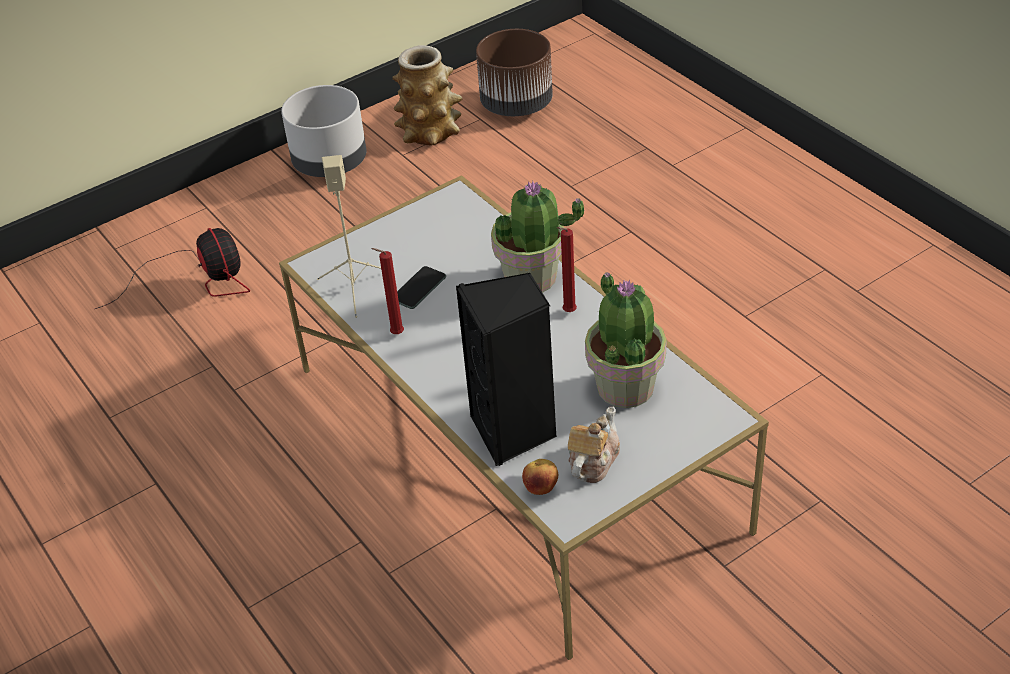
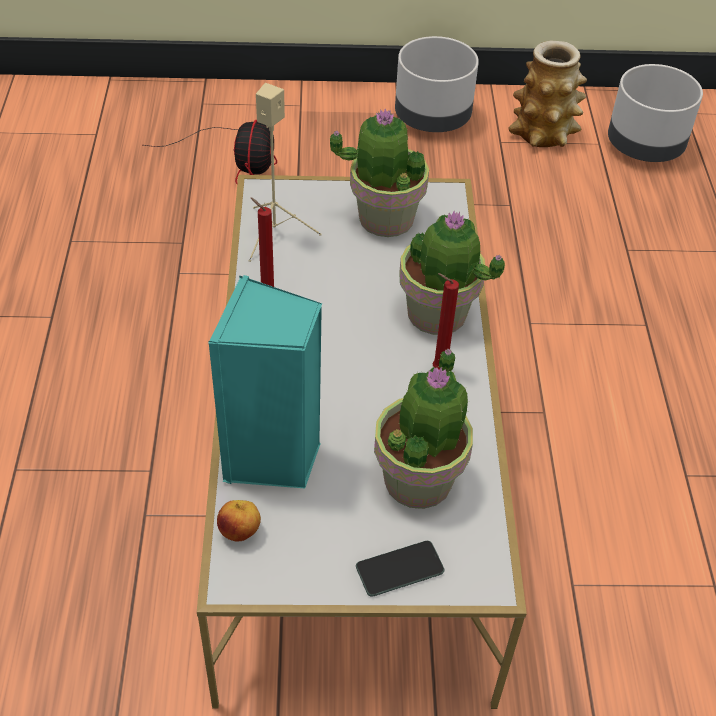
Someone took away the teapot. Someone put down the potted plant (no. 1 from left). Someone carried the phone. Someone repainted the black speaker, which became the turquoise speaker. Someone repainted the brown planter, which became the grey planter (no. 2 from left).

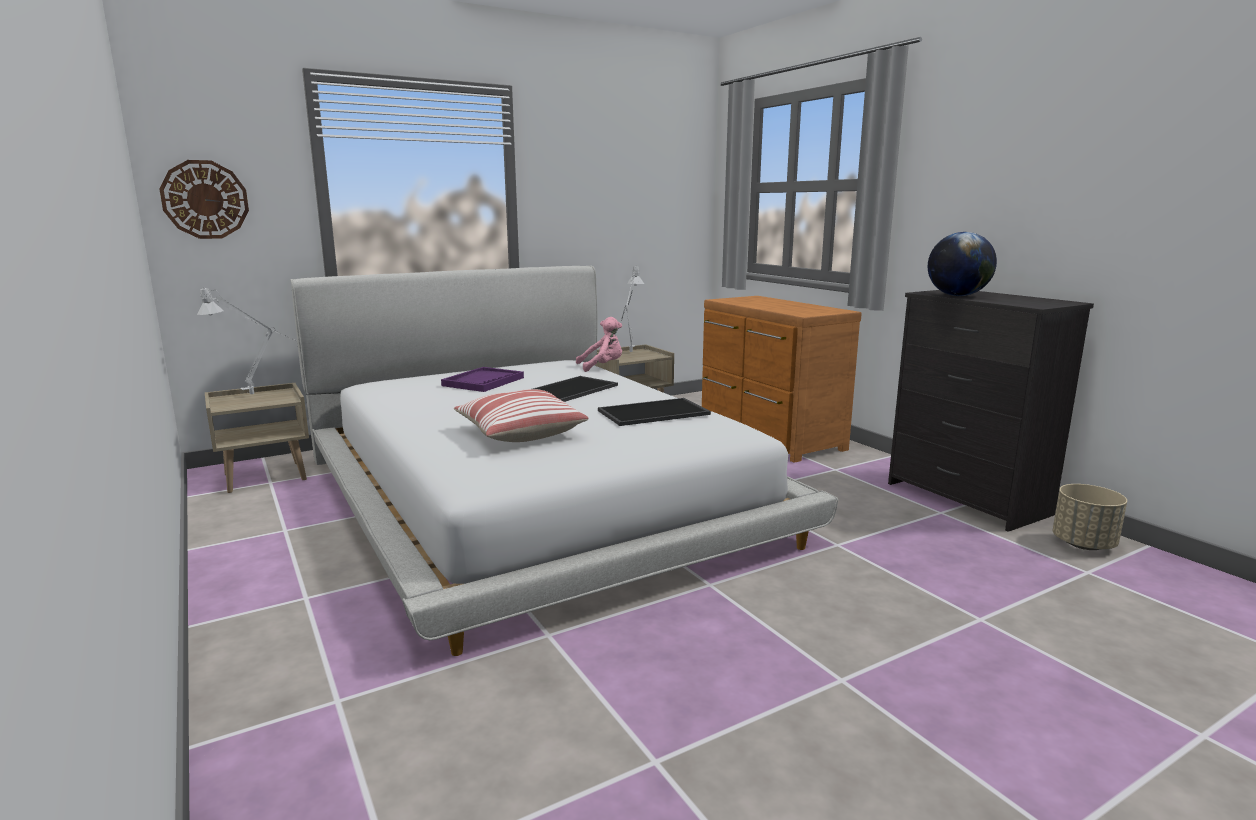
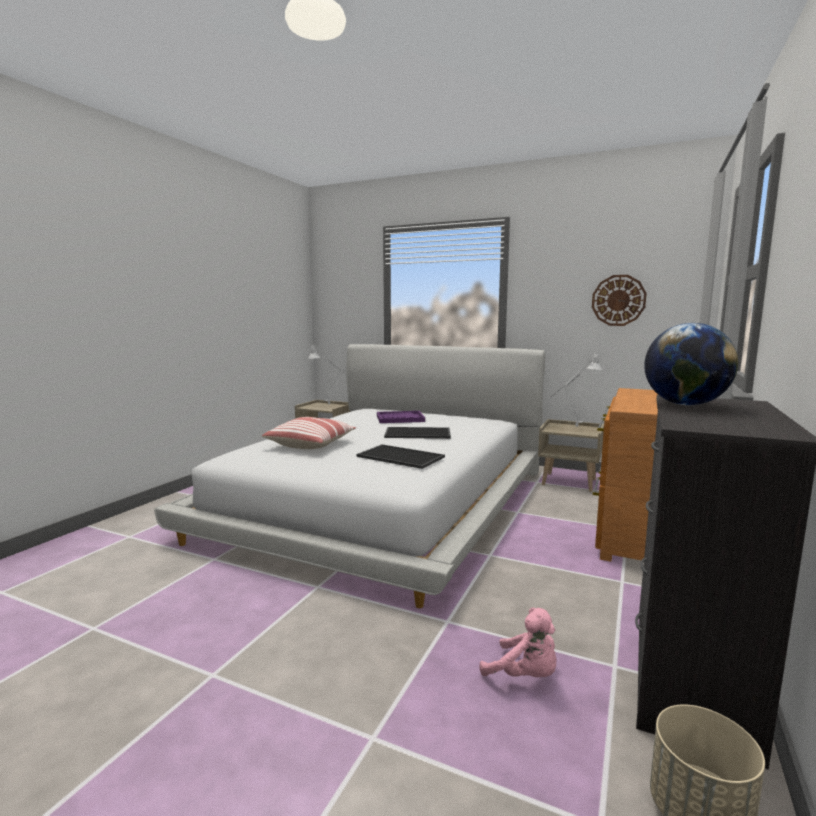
Someone carried the wall clock. Someone carried the pink plush toy.

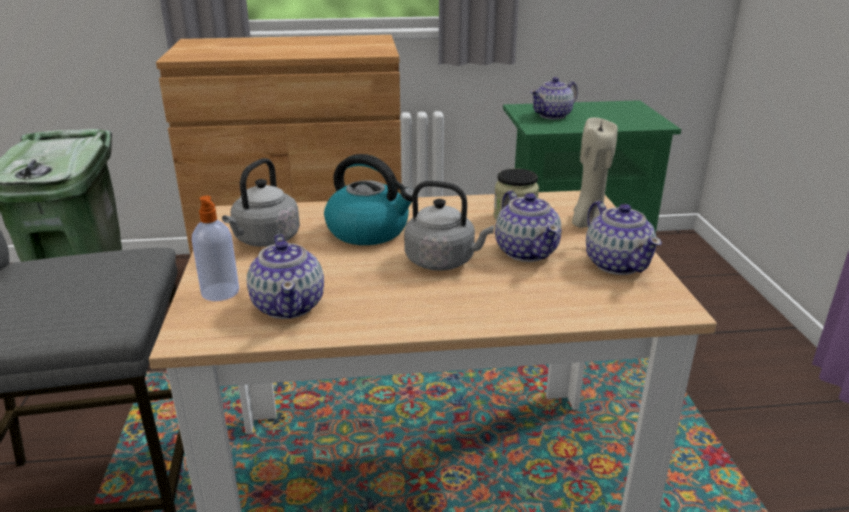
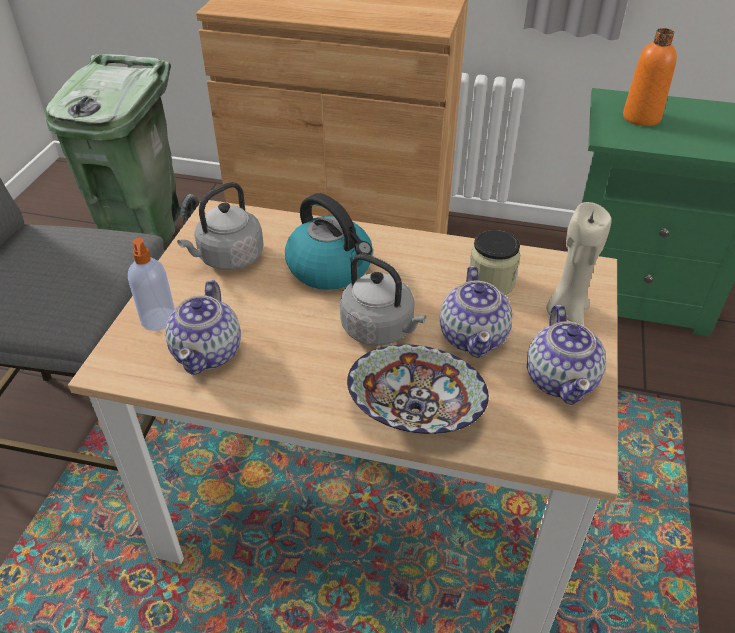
Someone put down the bowl. Someone swapped the teapot (no. 3 from left) for the orange bottle.

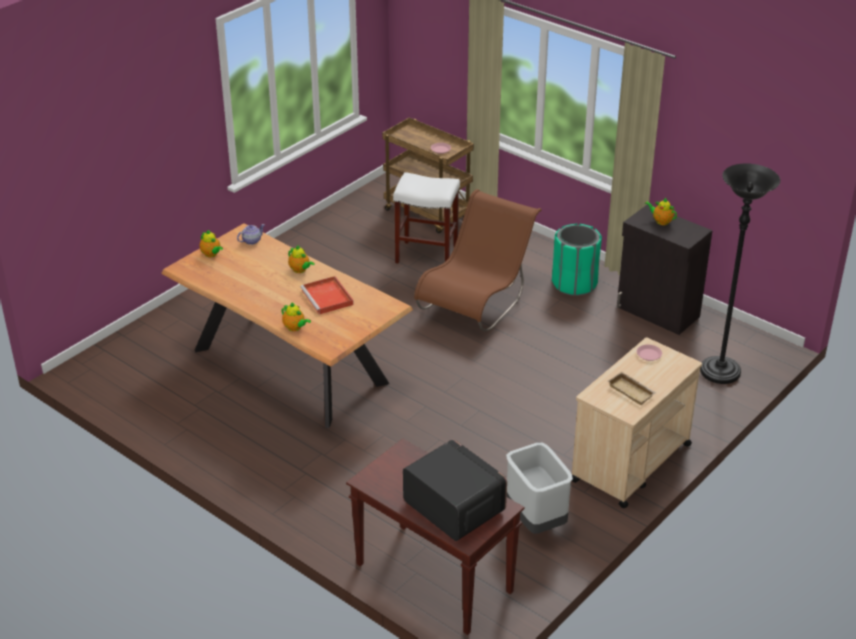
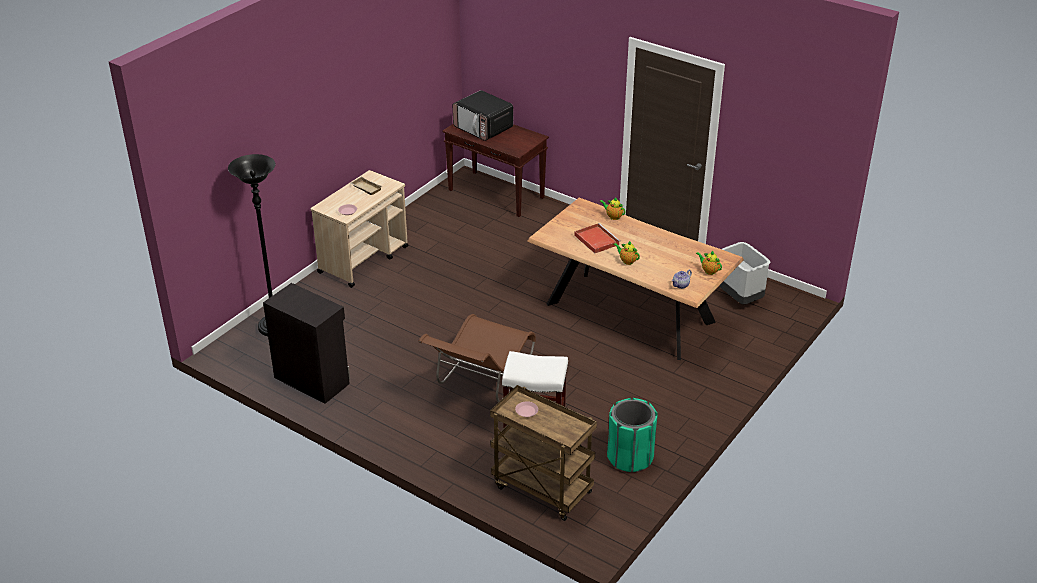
Someone took away the teapot (no. 5 from left). Someone carried the grey trash can. Someone carried the green trash can.

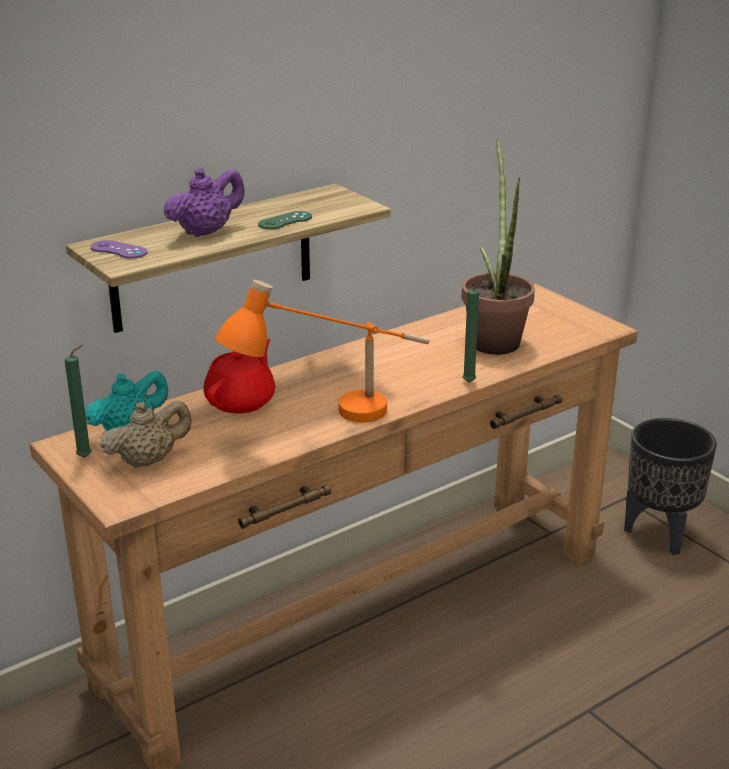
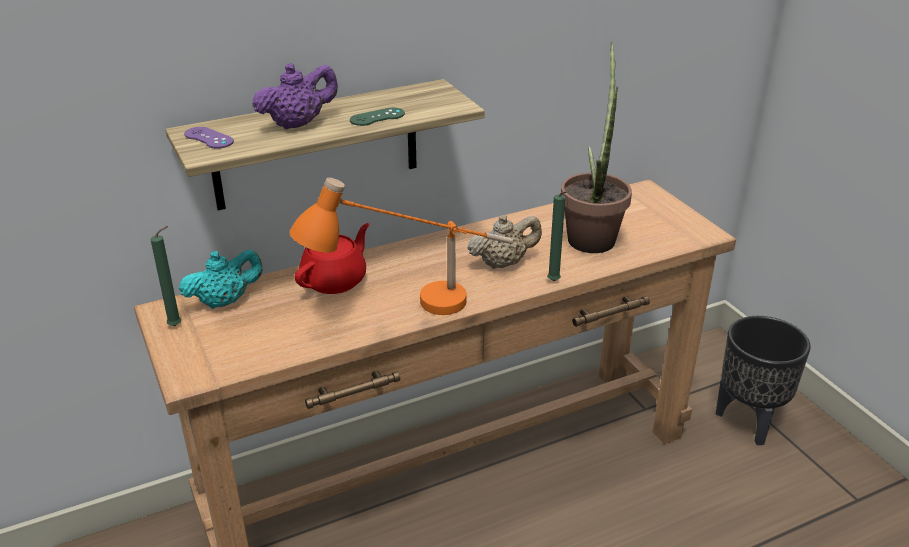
Someone carried the beige teapot.

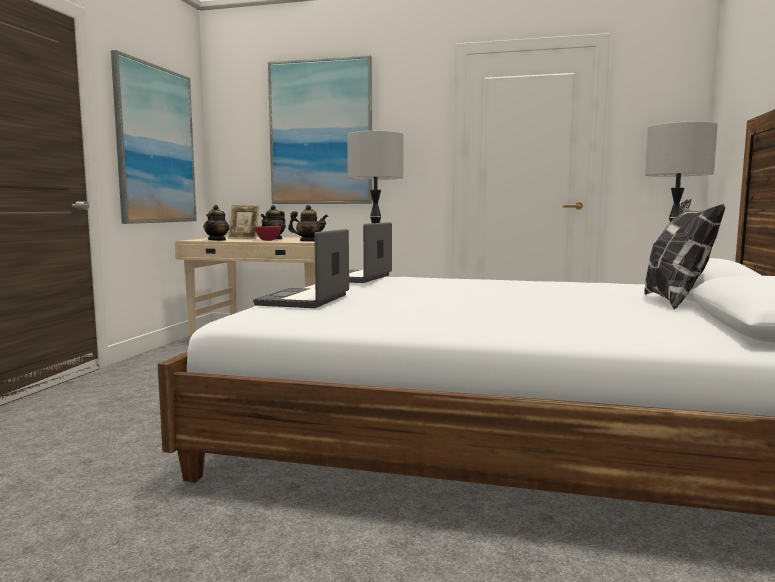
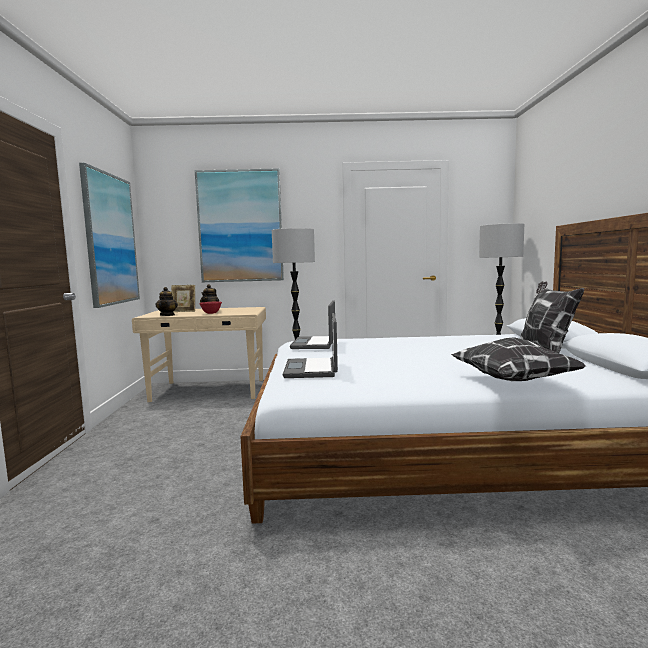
Someone took away the teapot (no. 3 from left). Someone put down the pillow (no. 1 from left).

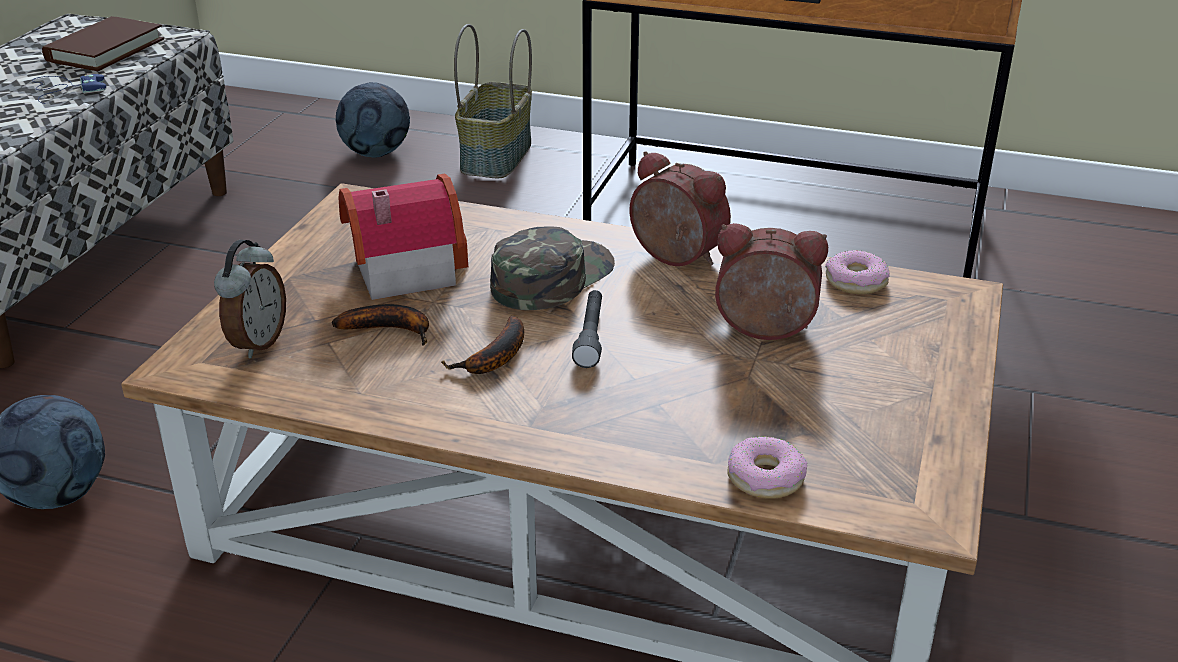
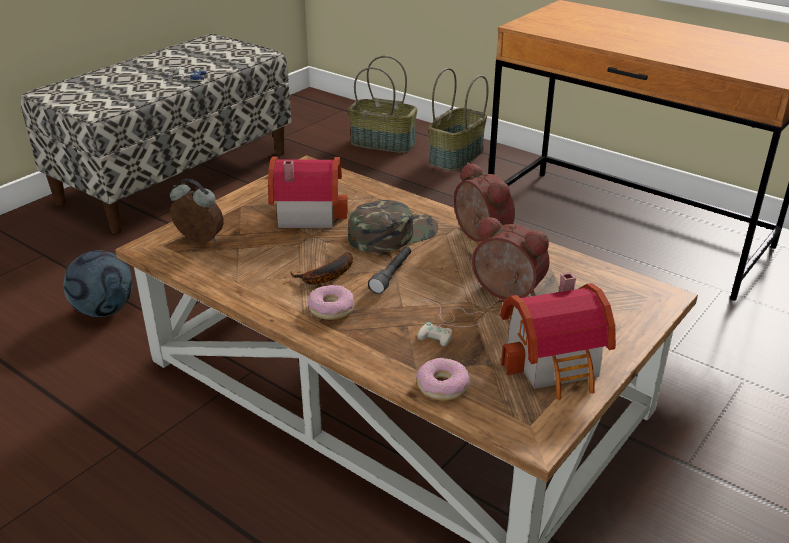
Someone took away the brown book. Someone took away the banana (no. 1 from left). Someone put down the white game controller. Someone put down the toy house (no. 2 from left). Someone carried the donut (no. 2 from left in the first image). Someone swapped the football (no. 2 from left) for the basket (no. 1 from left). Someone rotated the alarm clock (no. 1 from left) by 105 degrees counterclockwise.

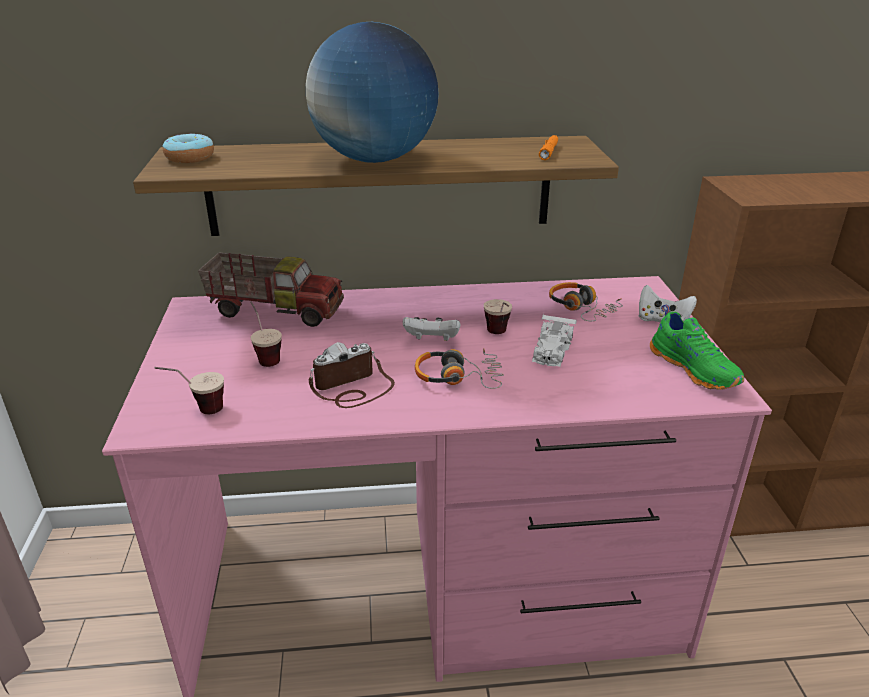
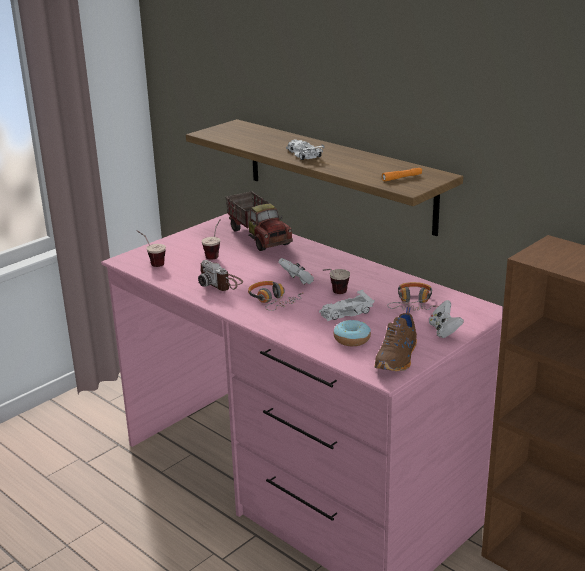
Someone carried the donut. Someone swapped the globe for the white toy car (no. 1 from left). Someone repainted the green shoe, which became the brown shoe. Someone rotated the photo camera by 150 degrees counterclockwise.

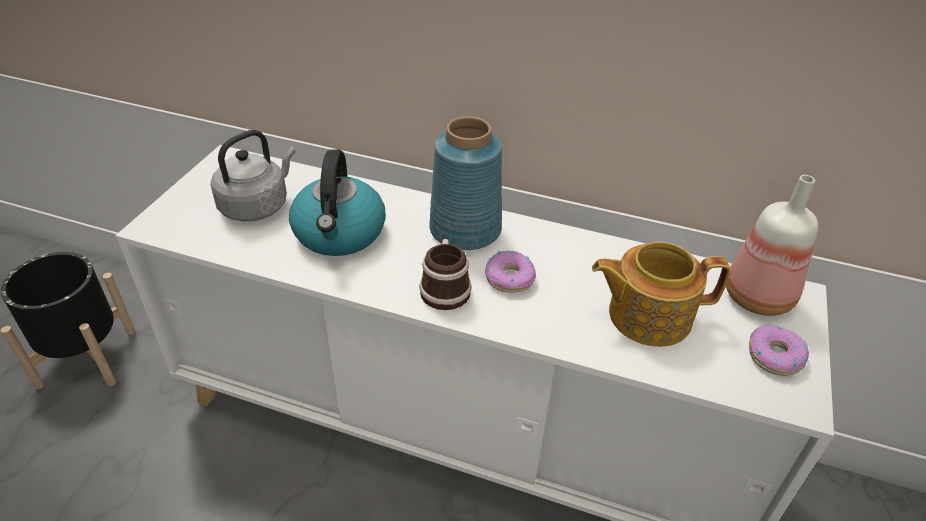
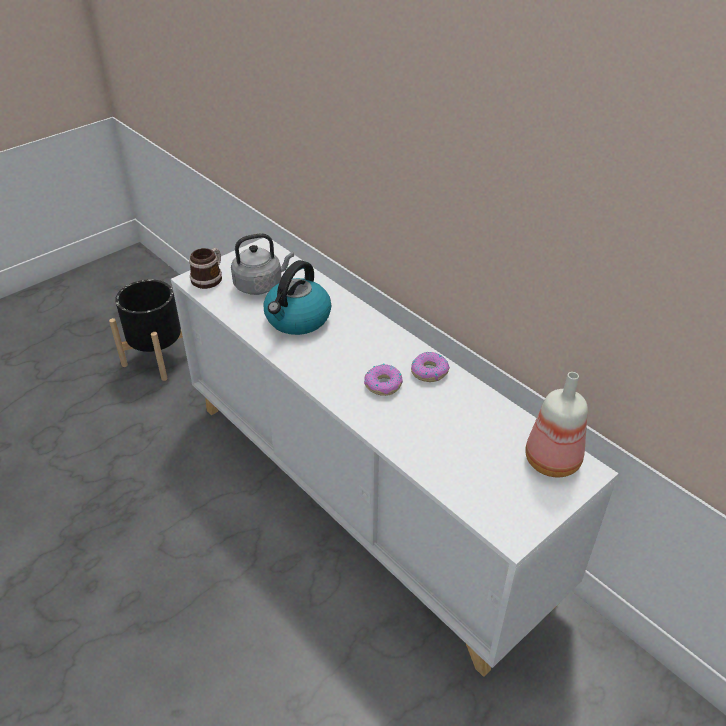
Someone took away the blue vase. Someone took away the teapot. Someone carried the mug. Someone carried the donut (no. 2 from left).

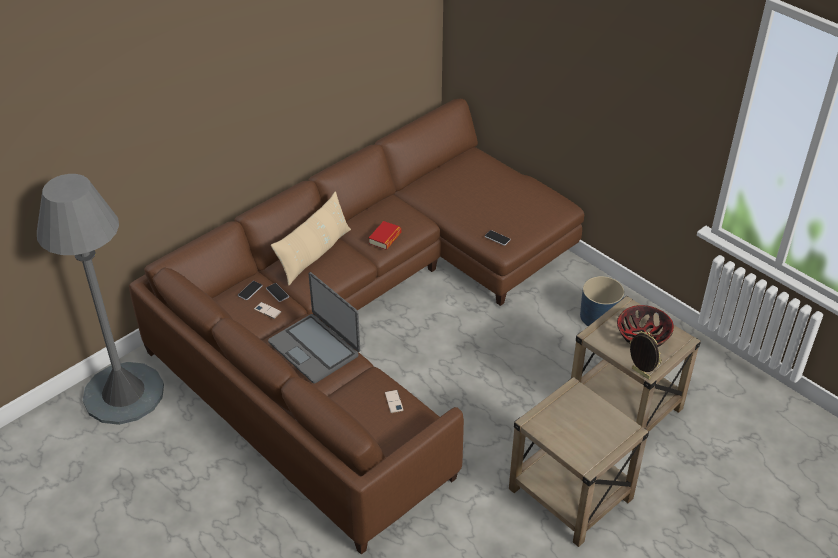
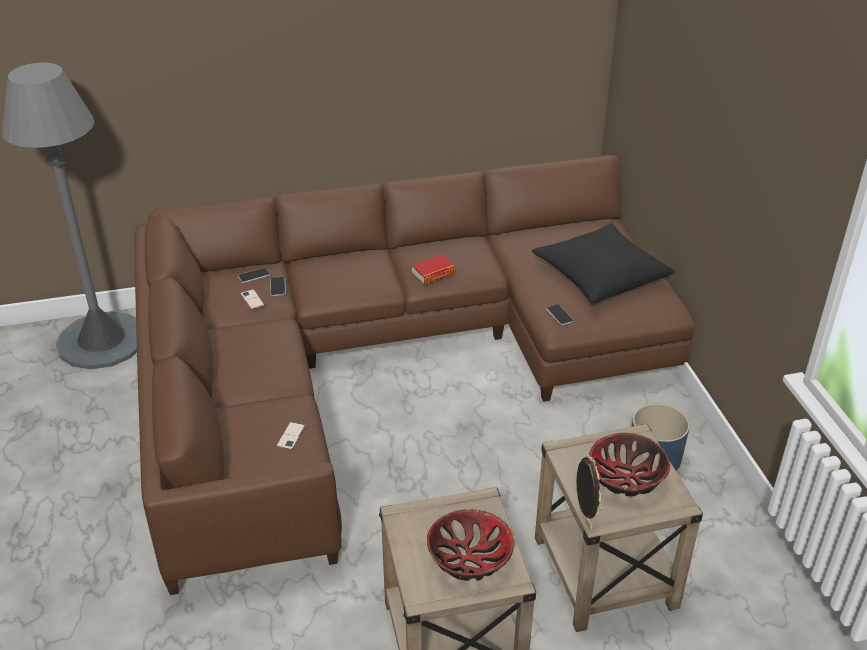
Someone took away the laptop. Someone took away the beige pillow. Someone put down the bowl (no. 1 from left). Someone put down the black pillow.

